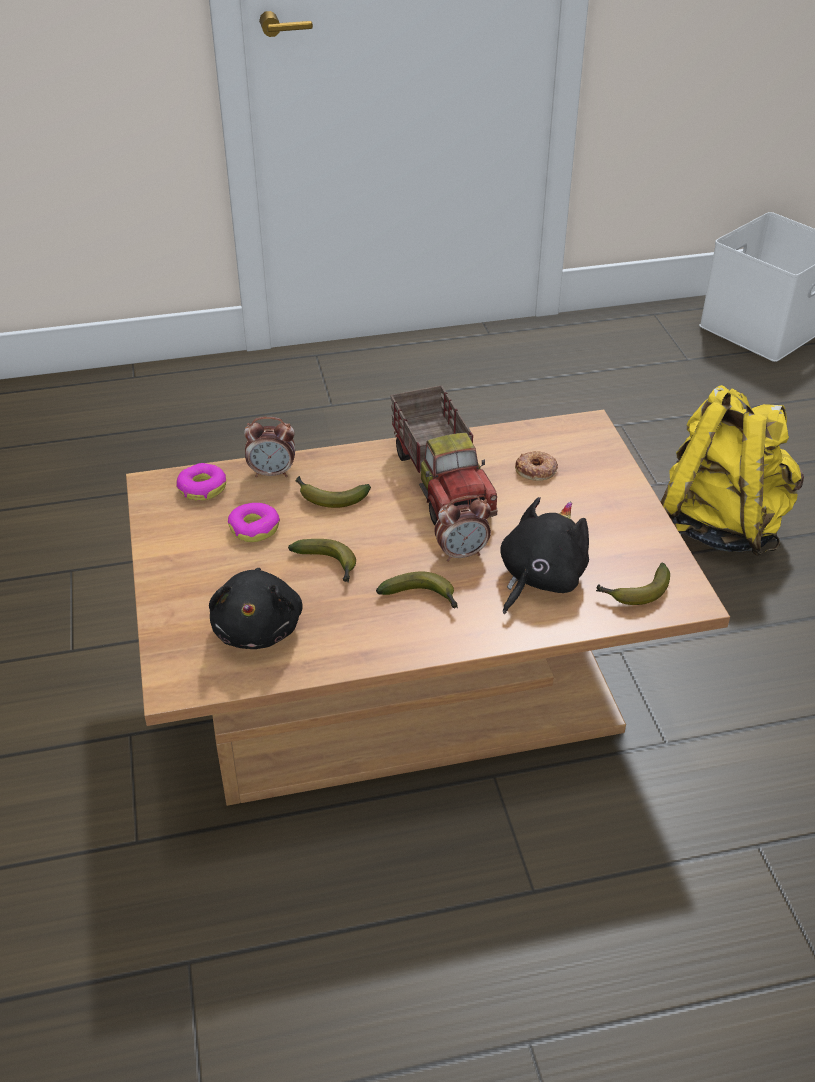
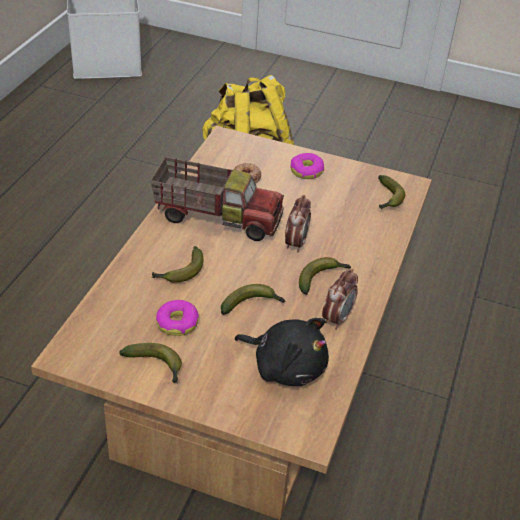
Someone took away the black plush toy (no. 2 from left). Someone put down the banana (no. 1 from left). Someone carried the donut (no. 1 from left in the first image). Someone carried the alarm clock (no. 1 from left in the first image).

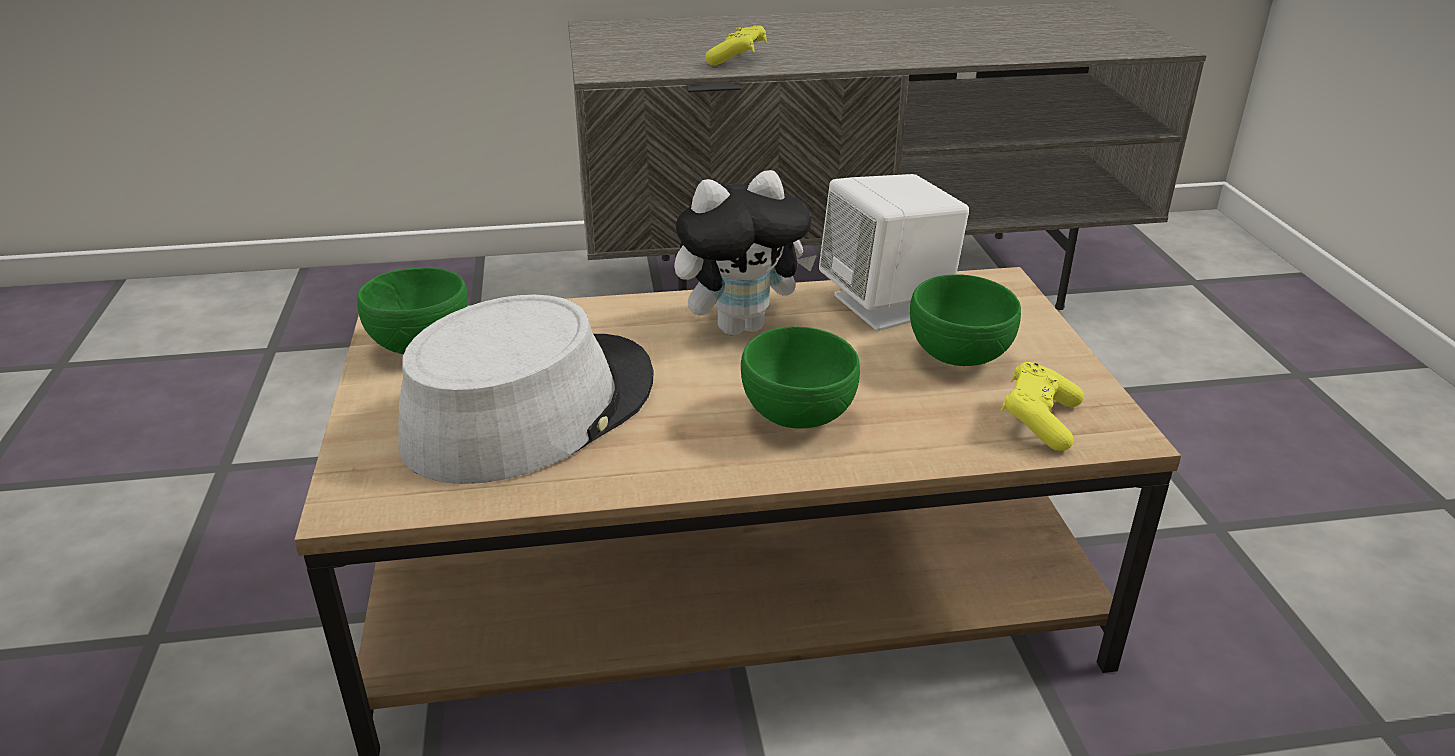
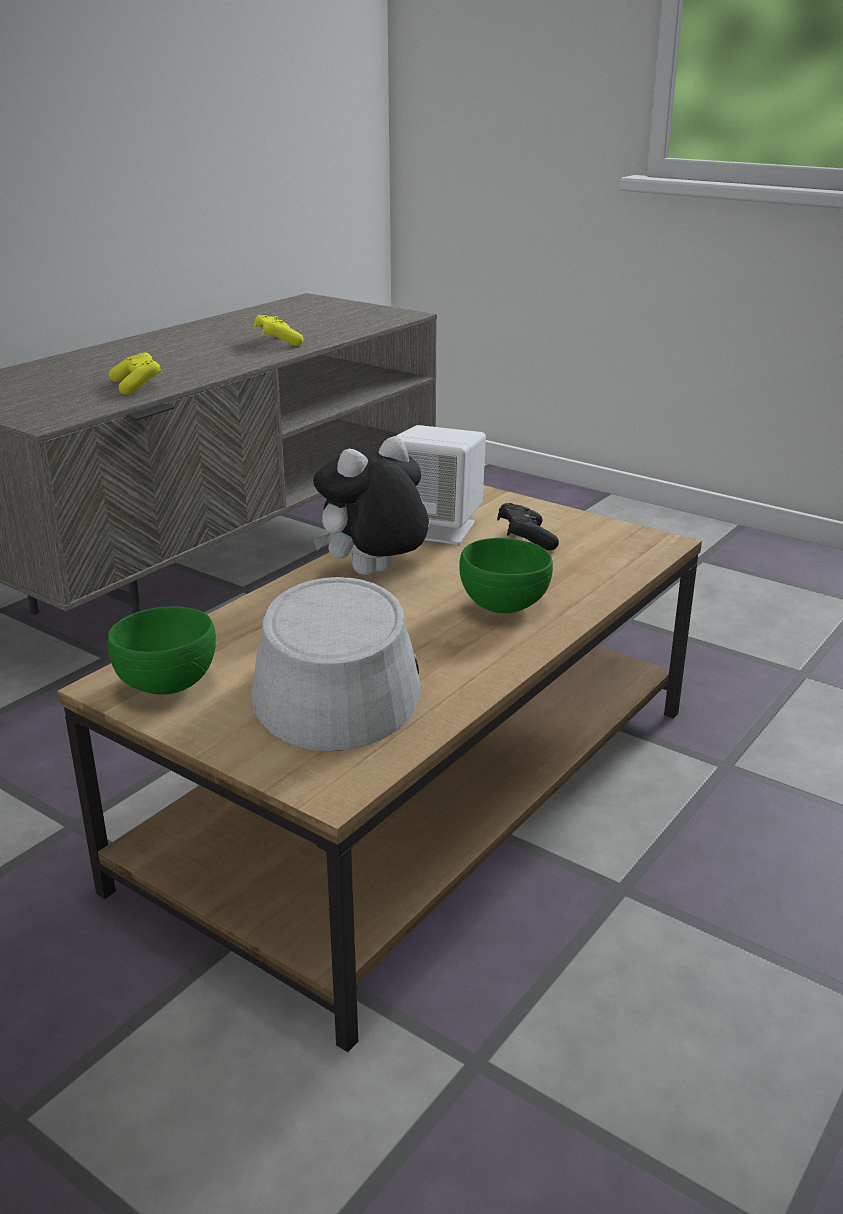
Someone carried the yellow game controller (no. 2 from left). Someone swapped the green bowl (no. 3 from left) for the black game controller. Someone rotated the plush toy by 150 degrees counterclockwise.

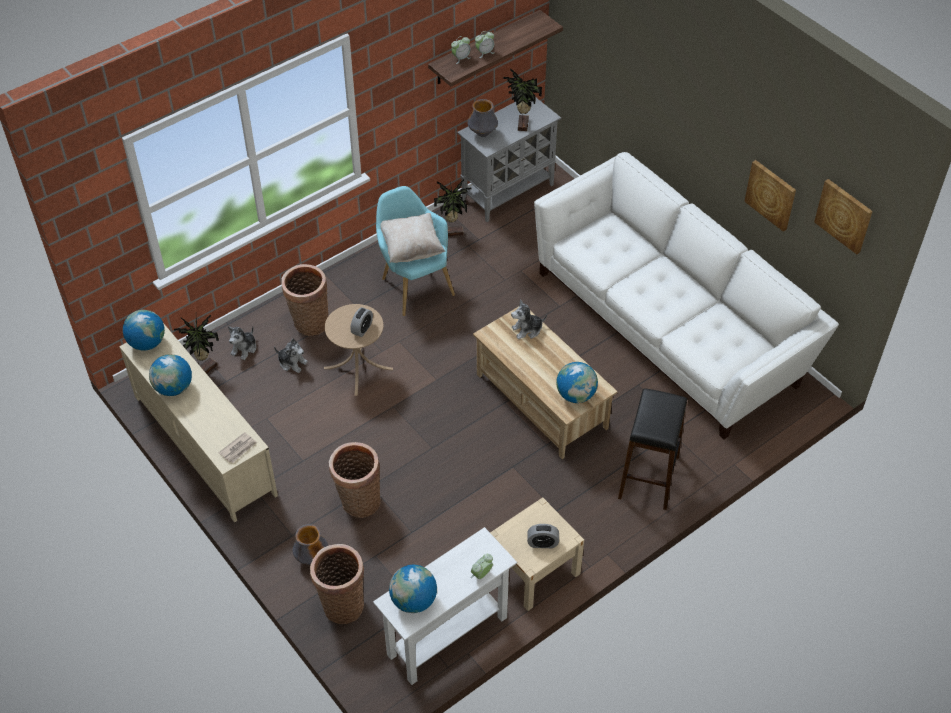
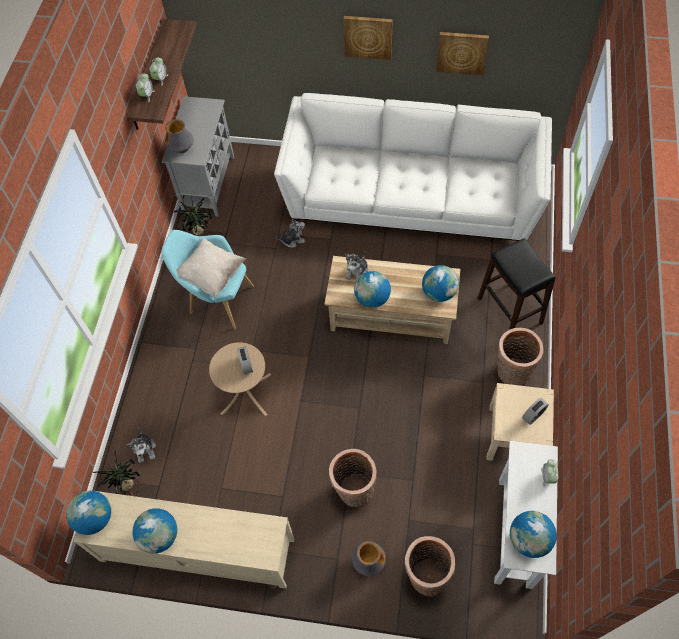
Someone took away the newspaper. Someone took away the potted plant (no. 3 from left). Someone put down the globe (no. 3 from left). Someone carried the plush toy (no. 2 from left). Someone carried the basket (no. 1 from left in the first image). Someone carried the picture (no. 2 from left in the first image).

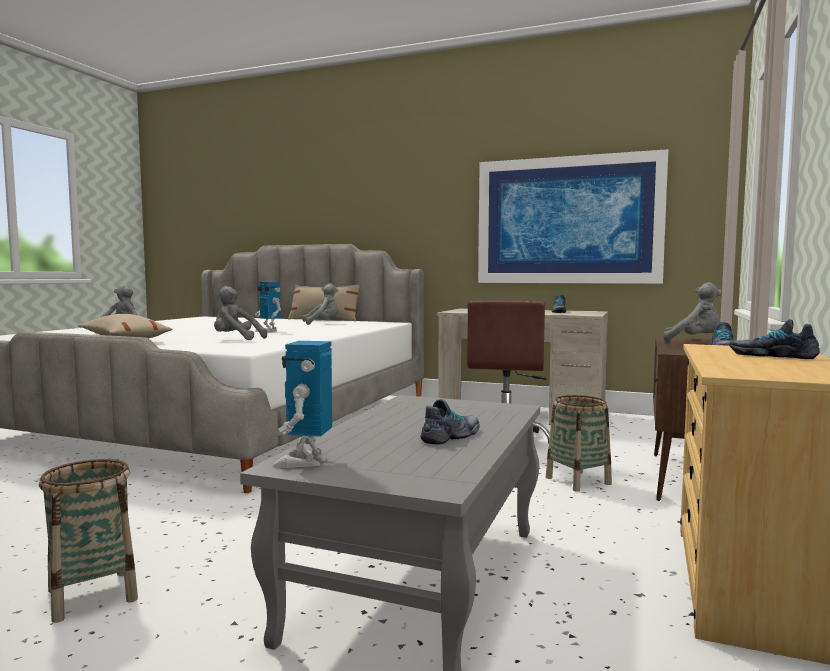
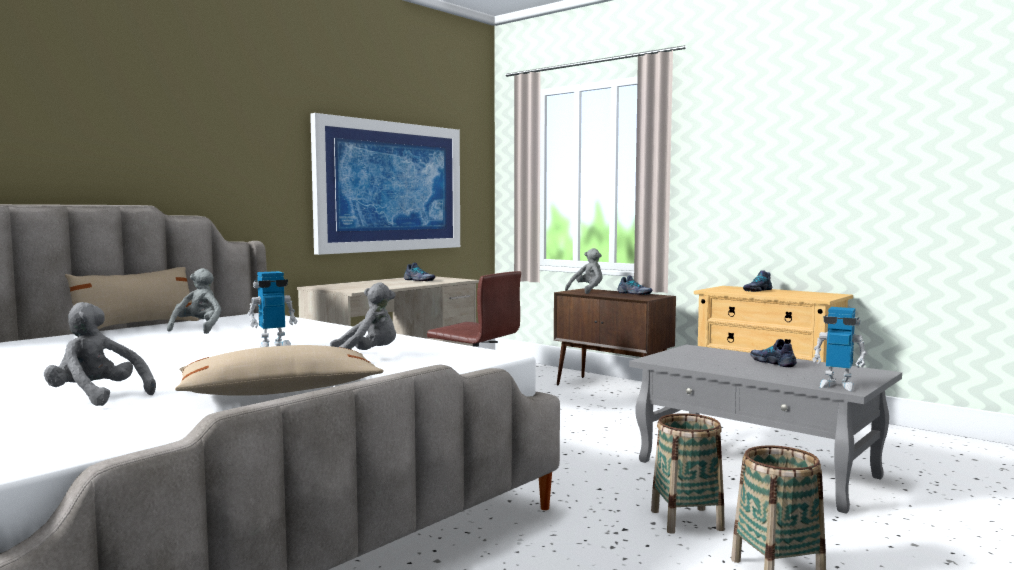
Someone carried the basket (no. 2 from left in the first image). Someone rotated the grey plush toy (no. 2 from left in the first image) by 135 degrees counterclockwise.

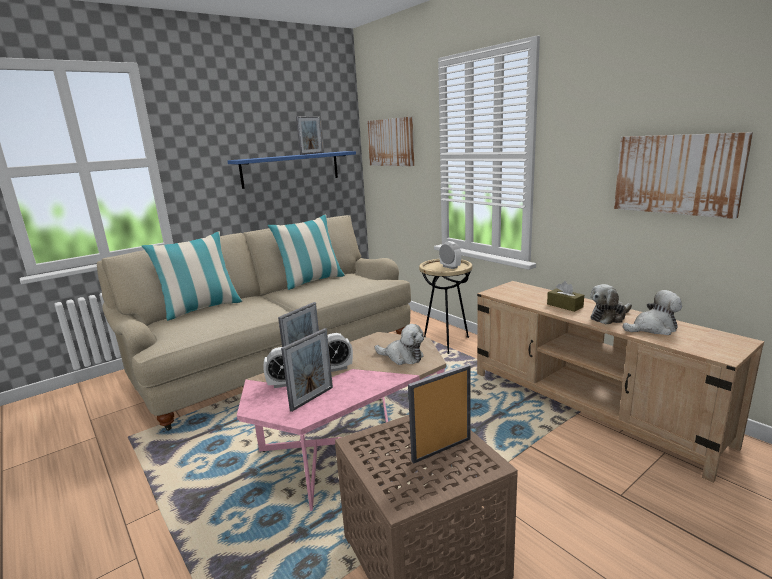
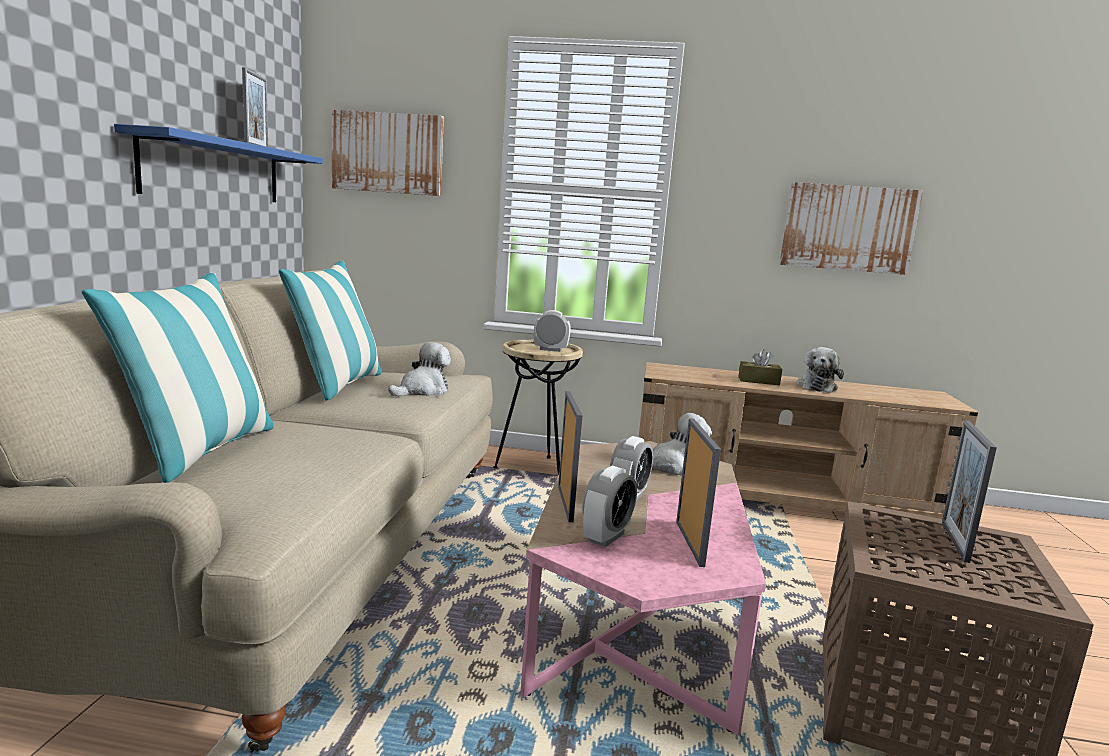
Someone carried the plush toy (no. 3 from left in the first image).

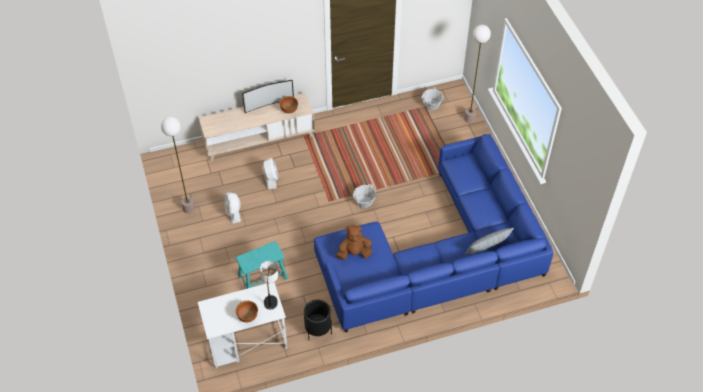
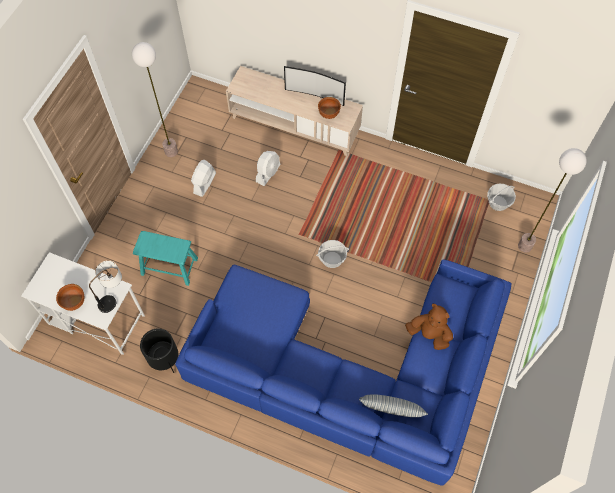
Someone carried the brown plush toy.

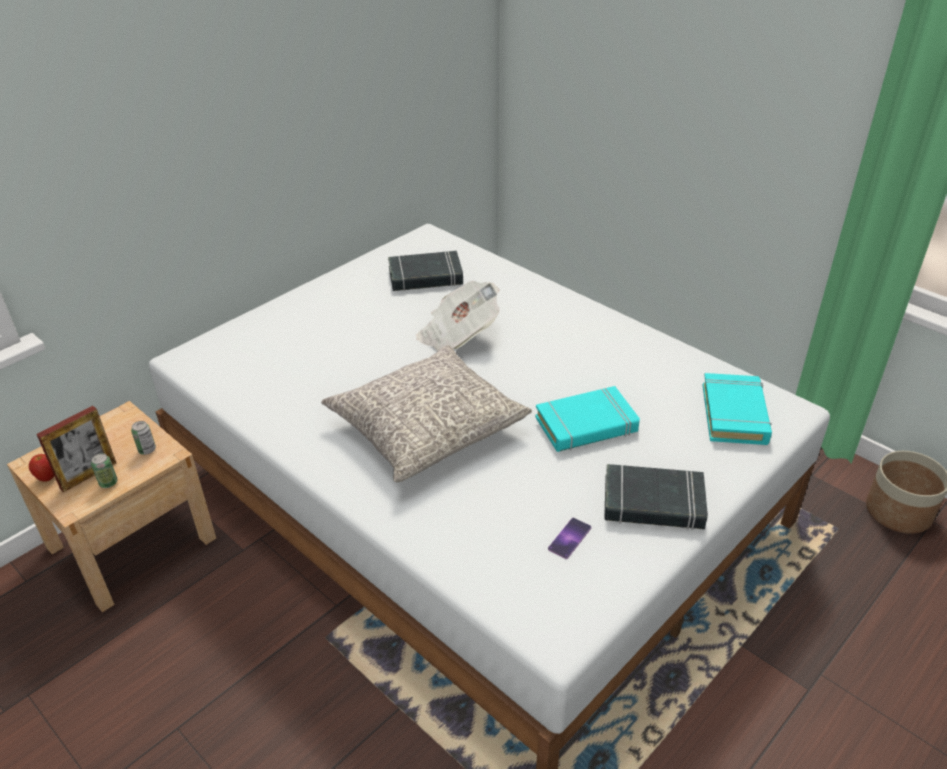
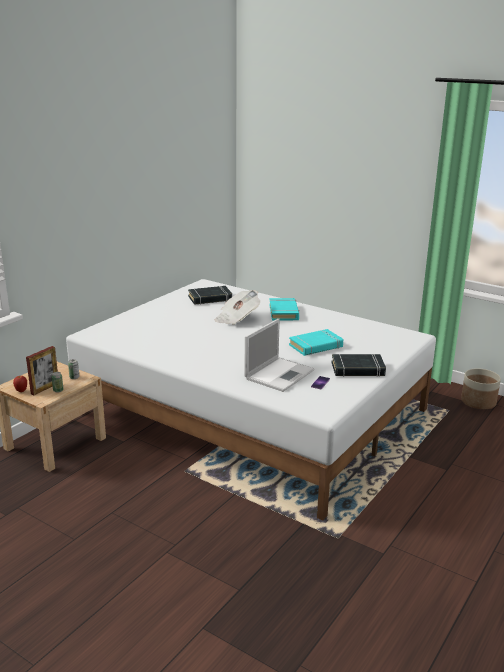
Someone took away the grey pillow. Someone put down the laptop. Someone carried the turquoise book (no. 2 from left in the first image).

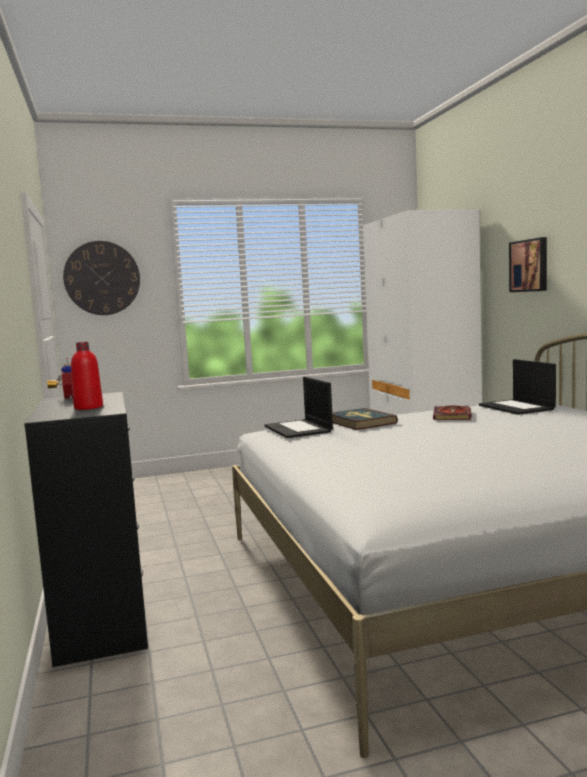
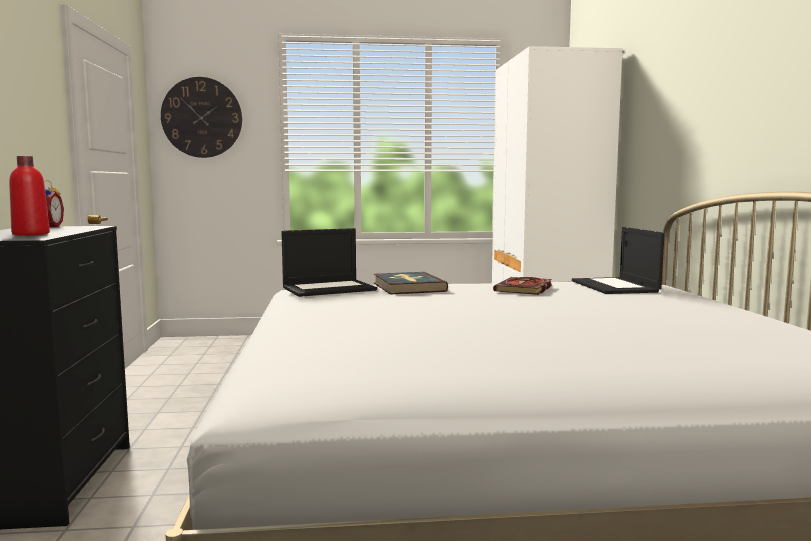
Someone took away the picture. Someone rotated the laptop (no. 1 from left) by 105 degrees counterclockwise.

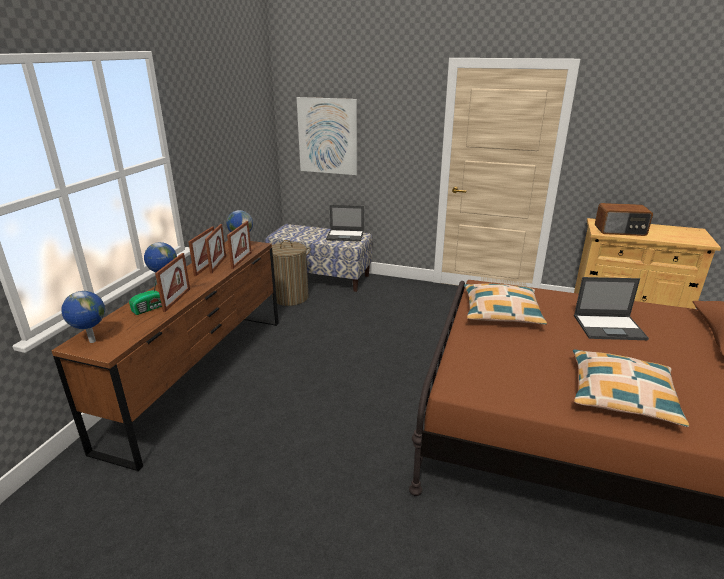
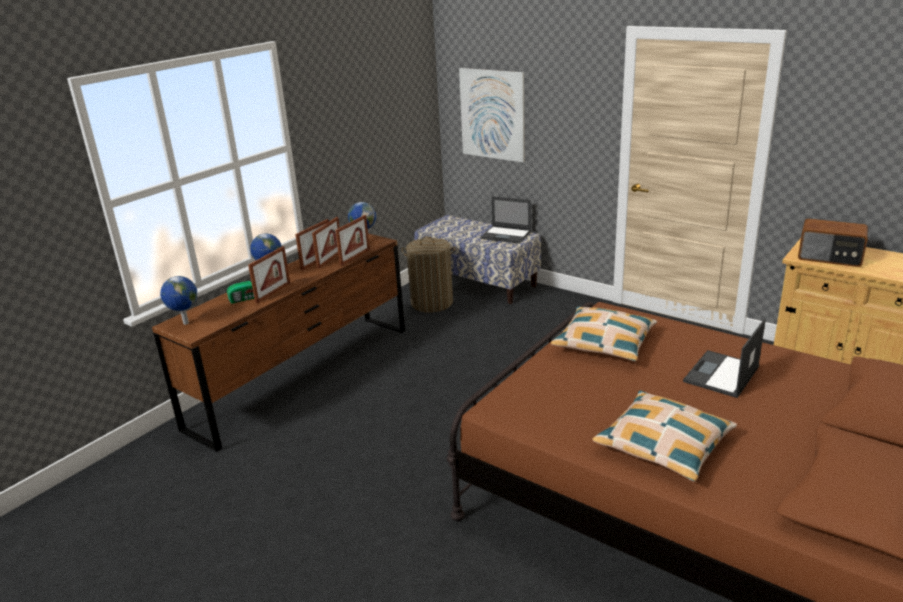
Someone rotated the laptop (no. 2 from left) by 105 degrees clockwise.

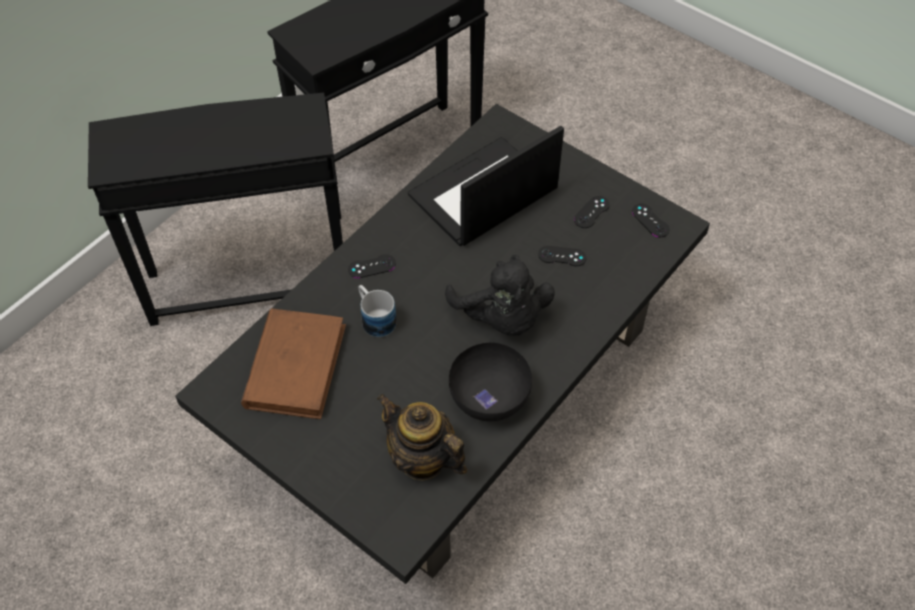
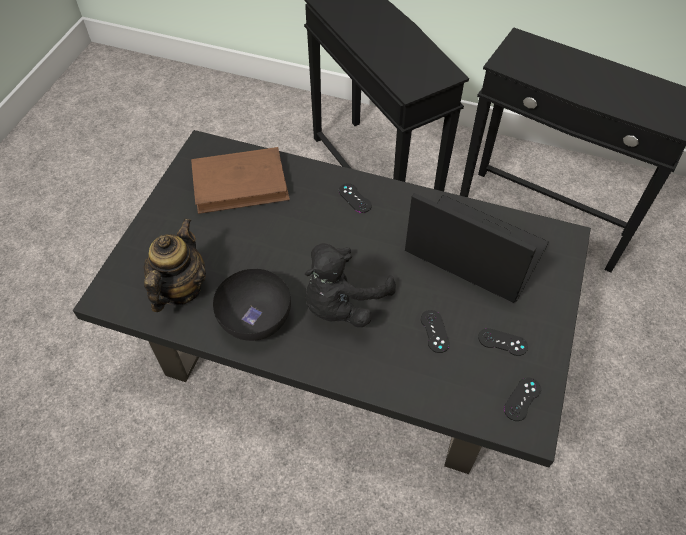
Someone took away the mug.

